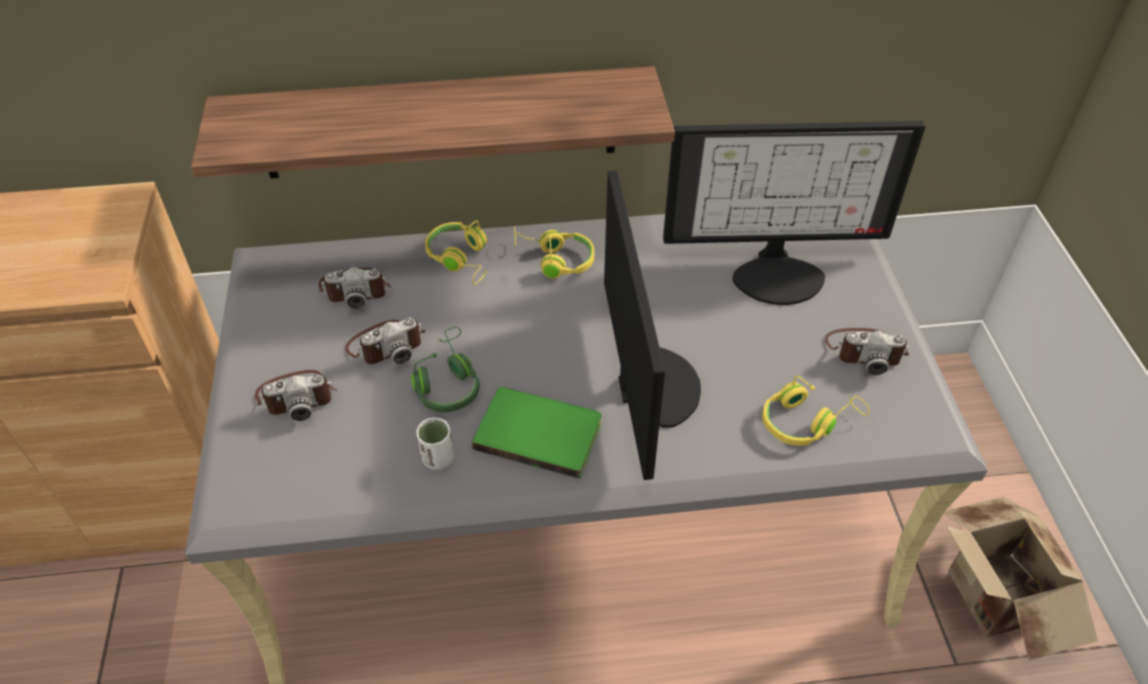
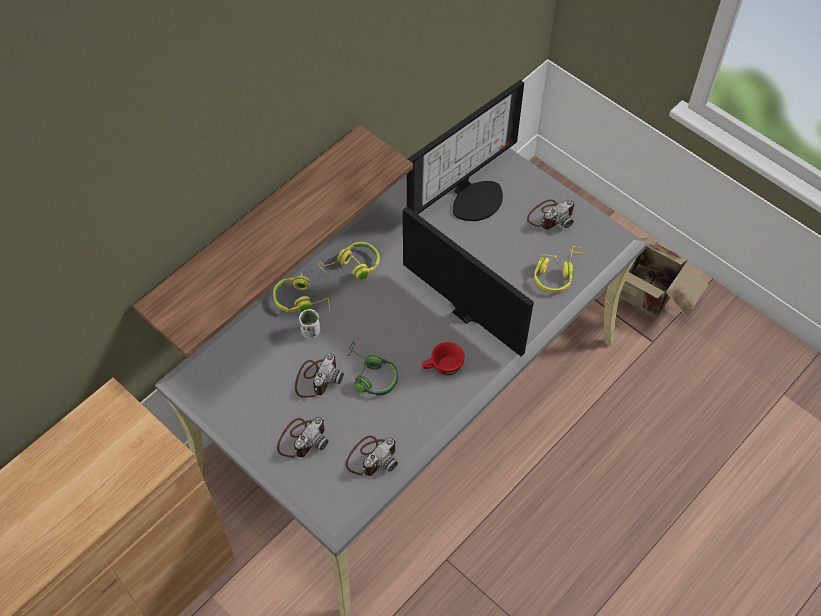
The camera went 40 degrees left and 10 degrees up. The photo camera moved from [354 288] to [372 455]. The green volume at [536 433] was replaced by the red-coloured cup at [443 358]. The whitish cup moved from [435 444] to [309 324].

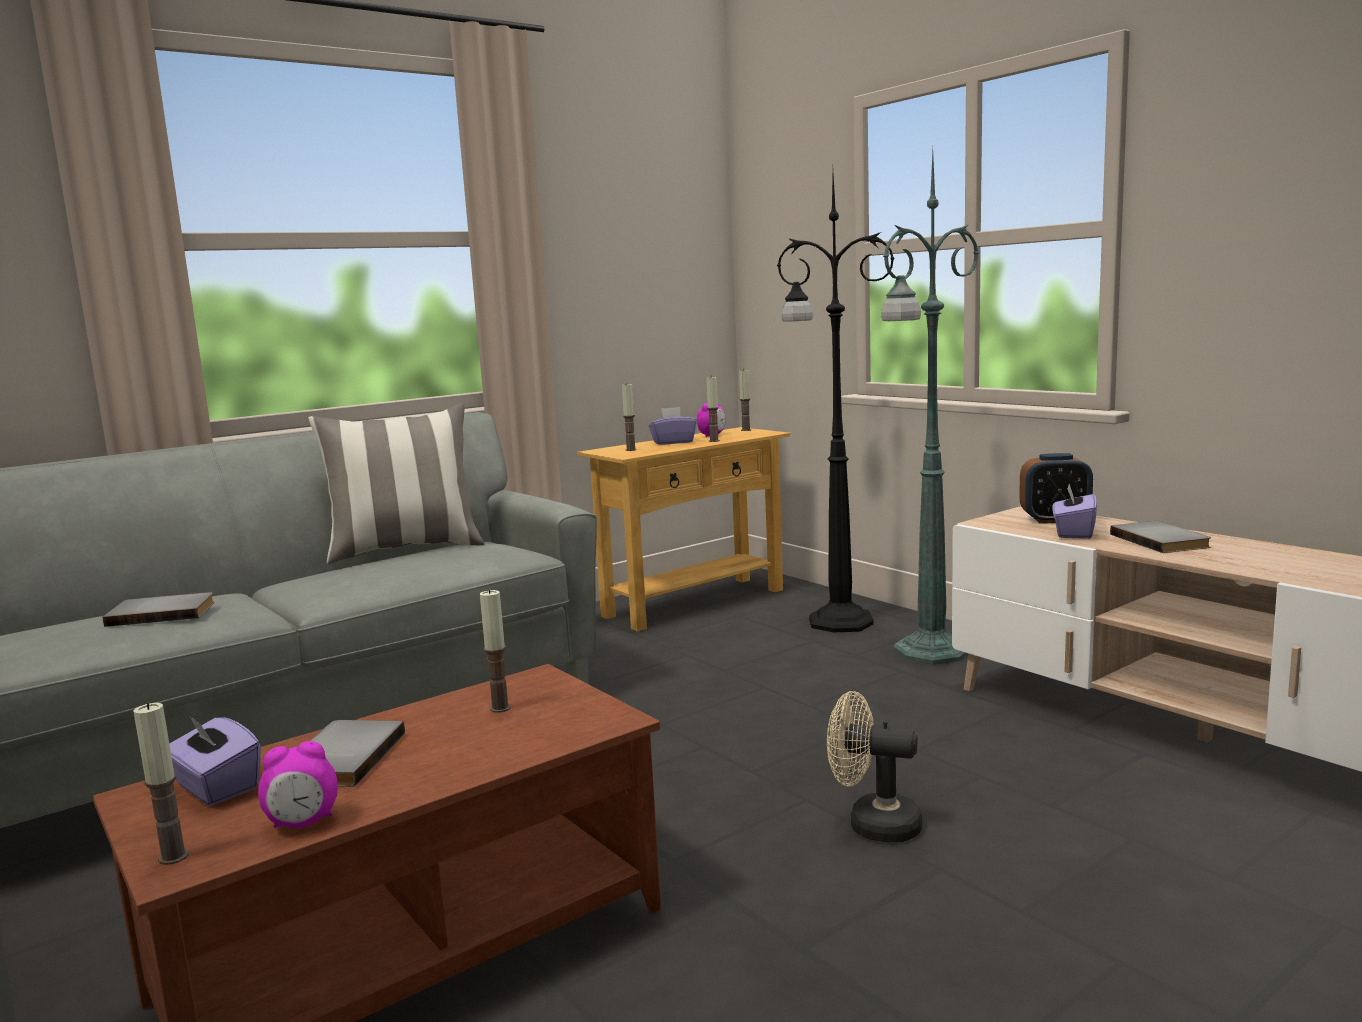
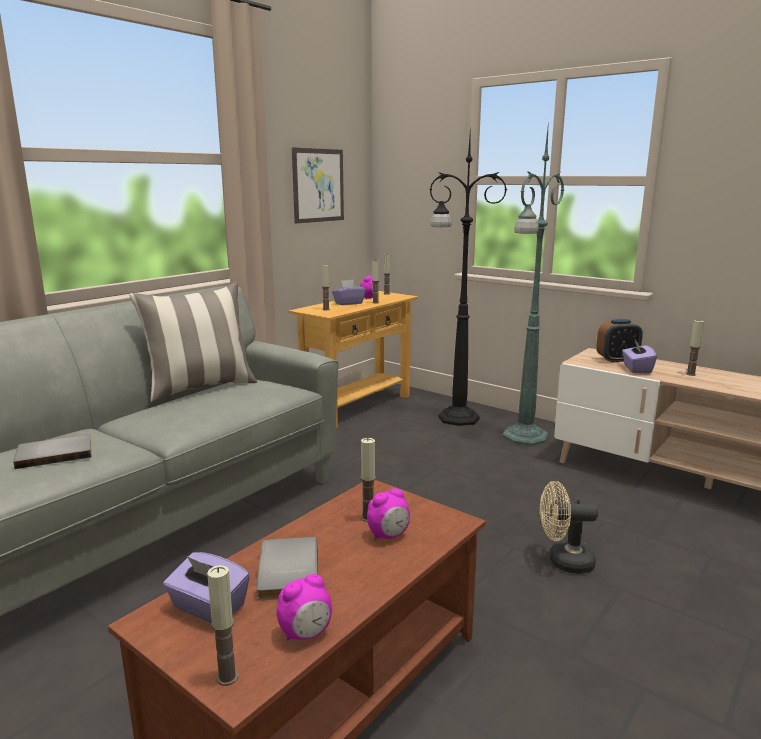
The camera went 15 degrees left and 5 degrees up. The greyish volume at [1160 537] was replaced by the wax light at [695 347]. The wall picture at [318 185] appeared. The alarm clock at [388 514] appeared.

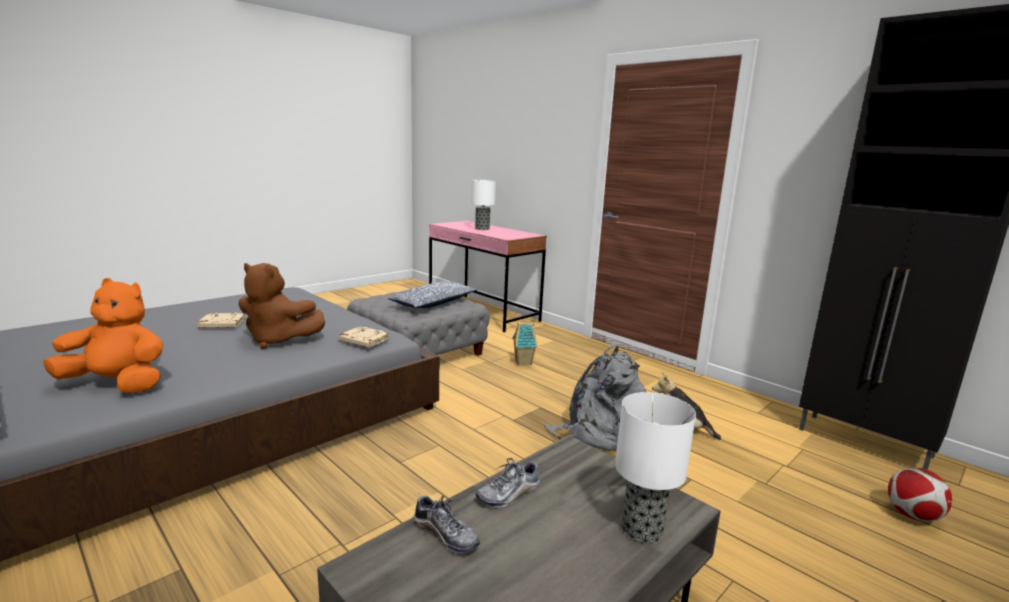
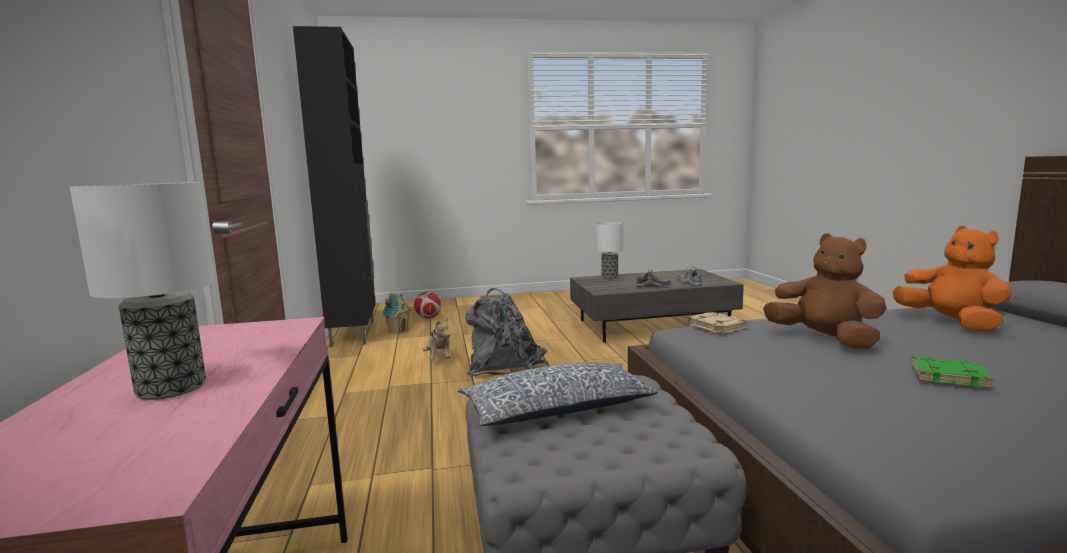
The camera went 145 degrees left and 5 degrees down. The orange plush toy at [103 335] turned 150 degrees counterclockwise. The sand-coloured volume at [221 320] became the green volume at [952 372]. The model house moved from [524 344] to [396 313].

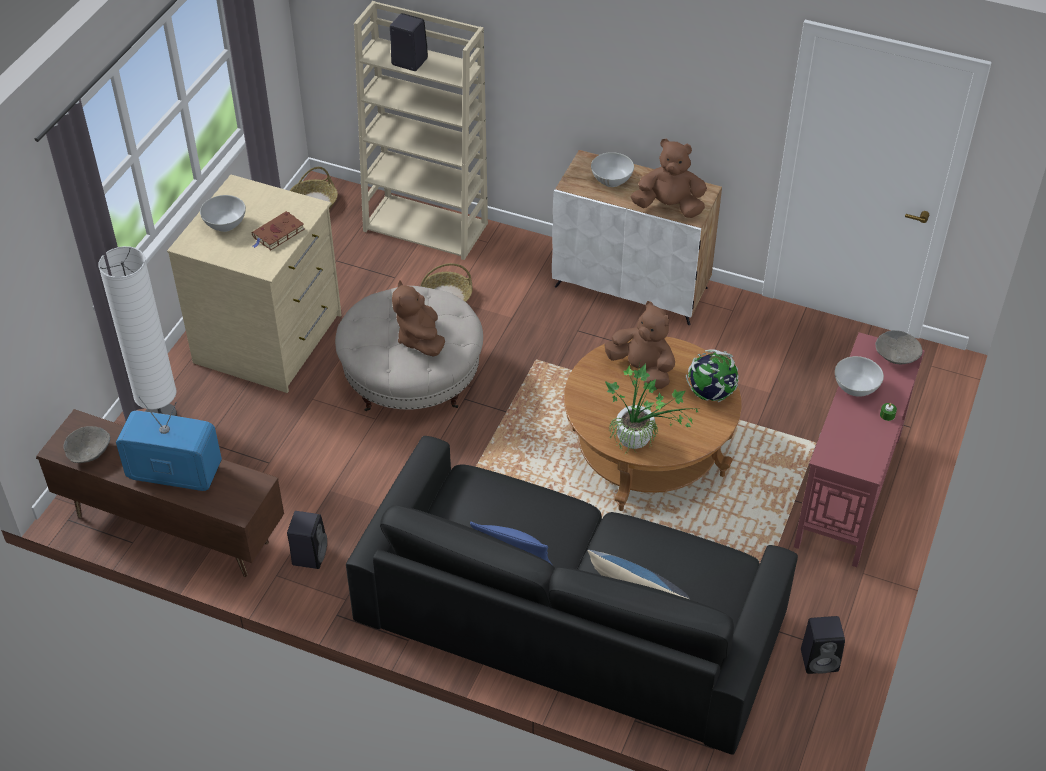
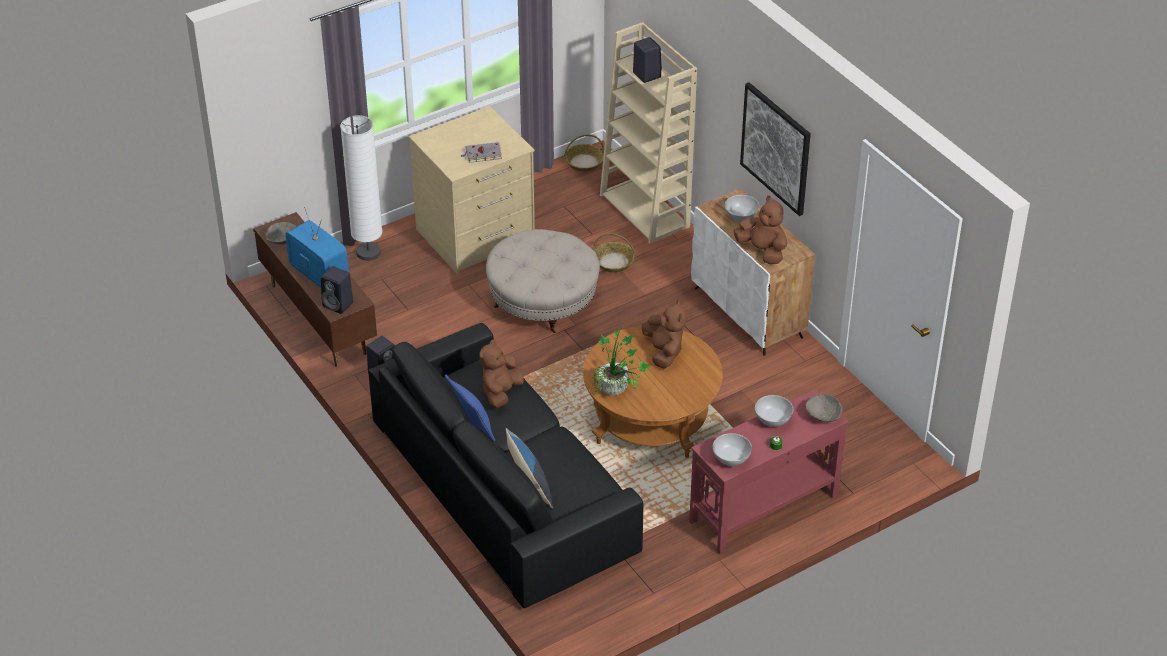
The camera went 35 degrees right and 5 degrees down. The whitish bowl moved from [223 213] to [732 449]. The brownish volume at [278 230] became the greyish volume at [481 152]. The brownish plush toy moved from [418 319] to [501 374]. The globe at [712 375] disappeared. The blackish speaker moved from [823 645] to [337 290]. The wall picture at [775 149] appeared.

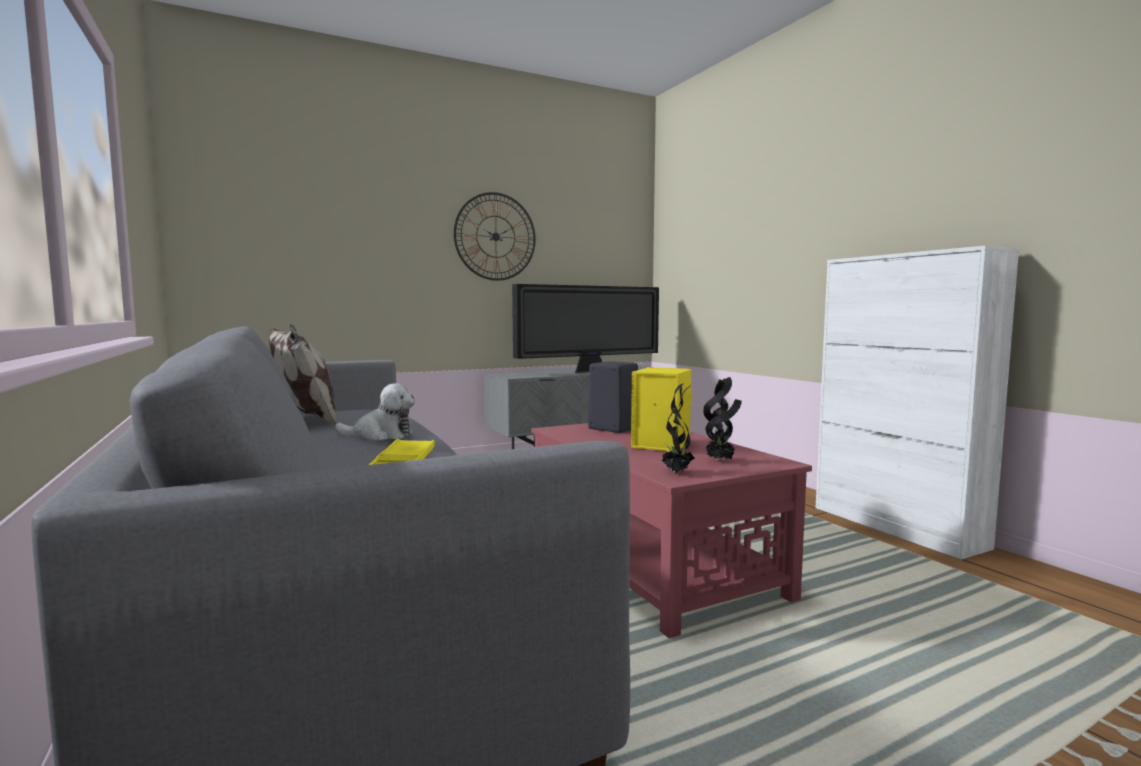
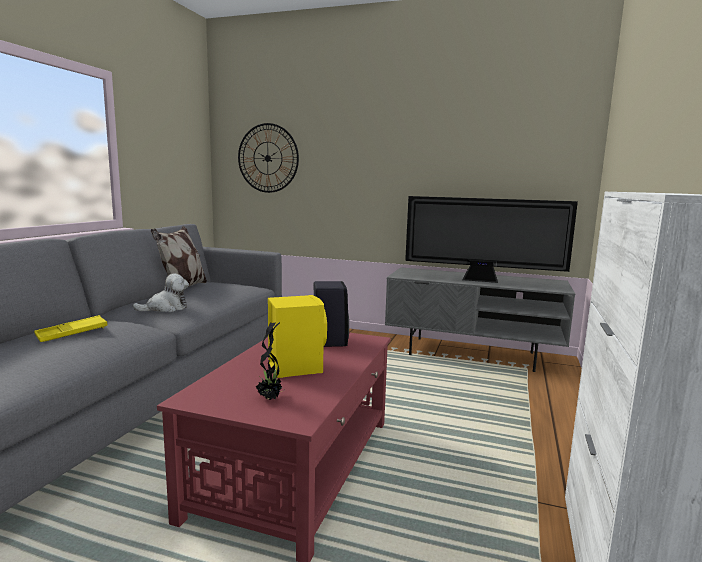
The camera went 45 degrees right and 5 degrees up. The hanging clock moved from [495 236] to [268 158]. The plush toy at [375 412] turned 75 degrees counterclockwise. The houseplant at [678 429] disappeared.

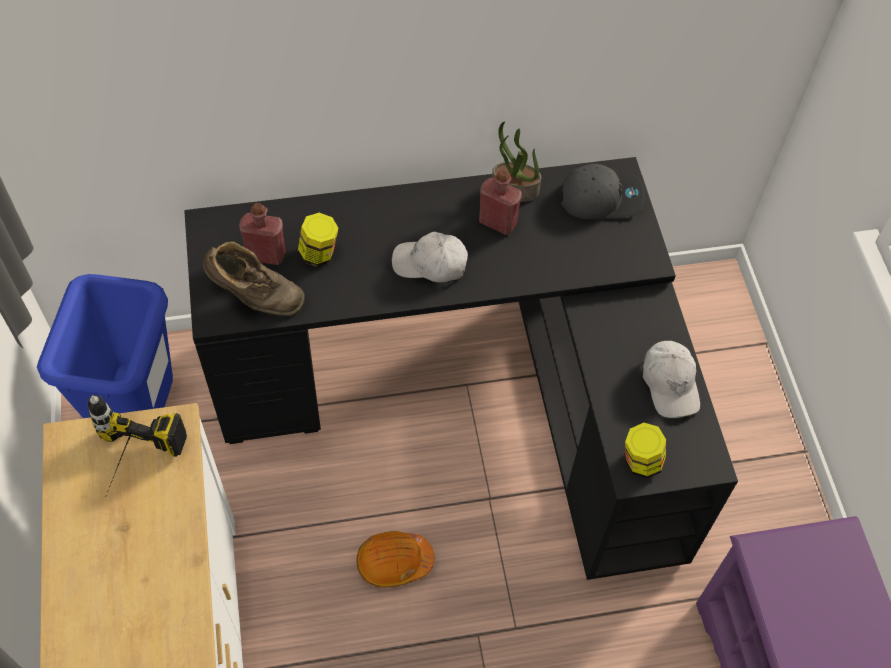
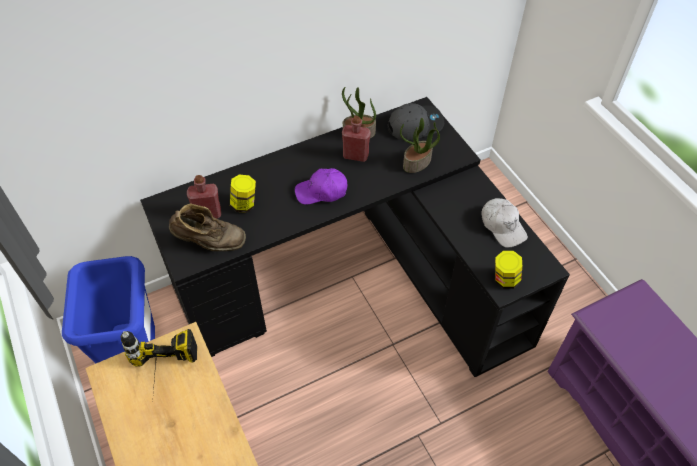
The camera went 15 degrees left and 5 degrees down. The whitish peaked cap at [430 257] became the purplish peaked cap at [321 186]. The orange safety helmet at [395 559] disappeared. The houseplant at [420 145] appeared.

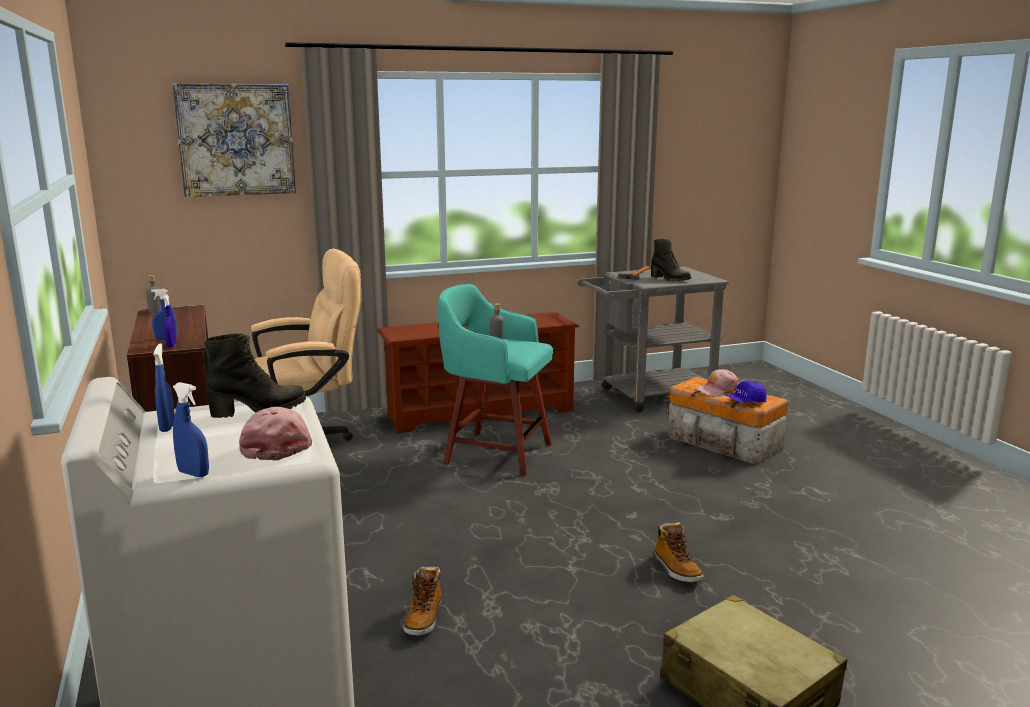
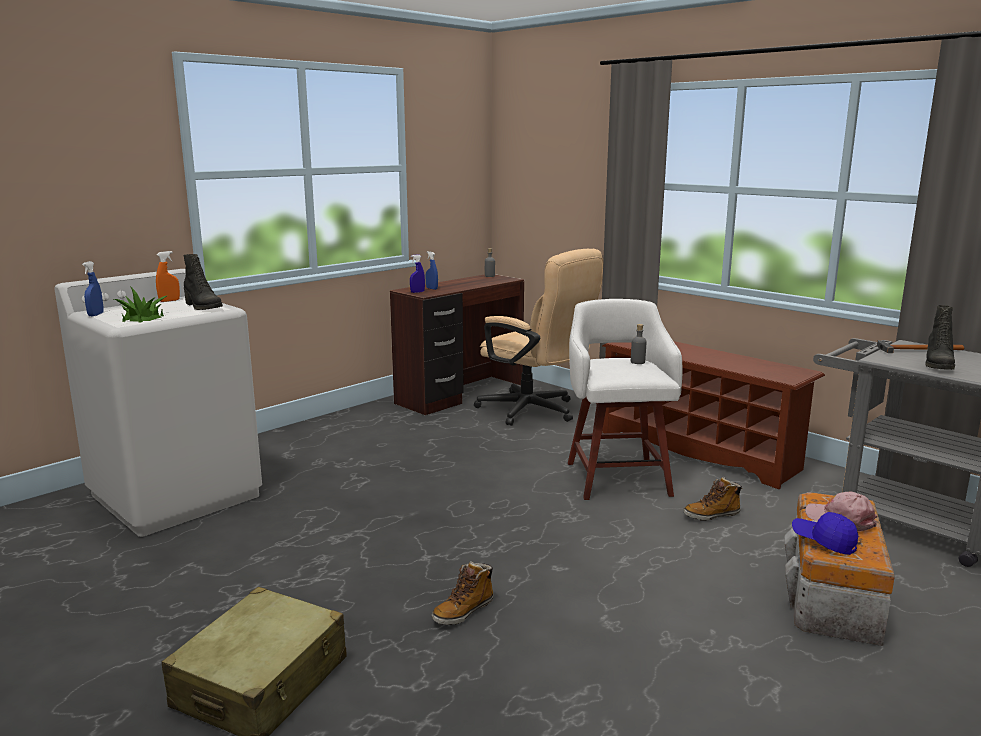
The camera went 65 degrees right and 0 degrees up. The wall picture at [234 140] disappeared. The blue-green stool seat at [495 380] became the whitish stool seat at [625 399]. The blue-coloured hand sprayer at [164 387] became the orange hand sprayer at [168 276]. The pinkish peaked cap at [275 434] was replaced by the houseplant at [140 304]. The high-top boot moved from [422 601] to [712 499].

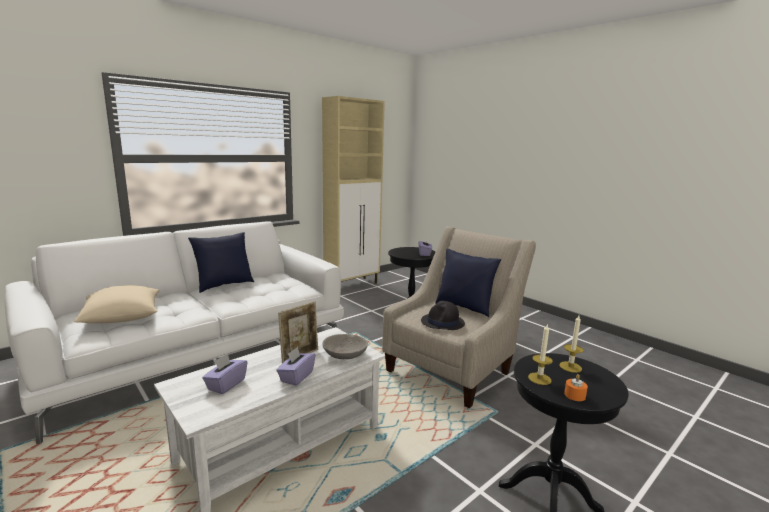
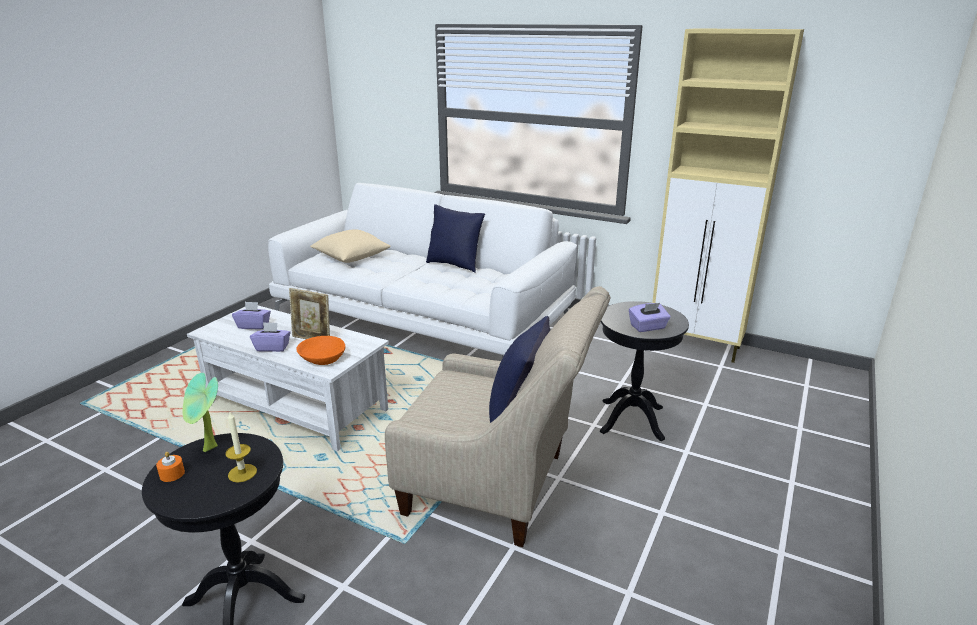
The camera went 70 degrees right and 10 degrees up. The blackish clothing hat at [443 315] disappeared. The wax light at [540 354] was replaced by the houseplant at [200 412]. The greyish bowl at [345 346] became the orange bowl at [321 350].

